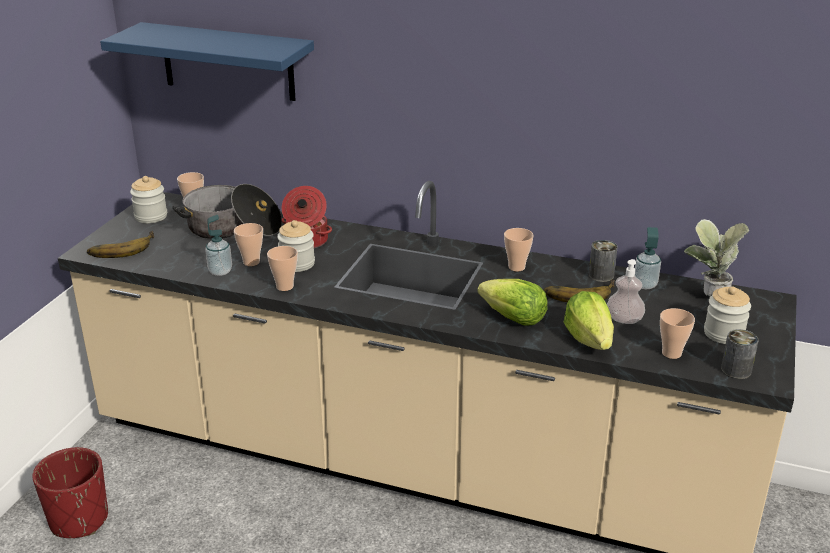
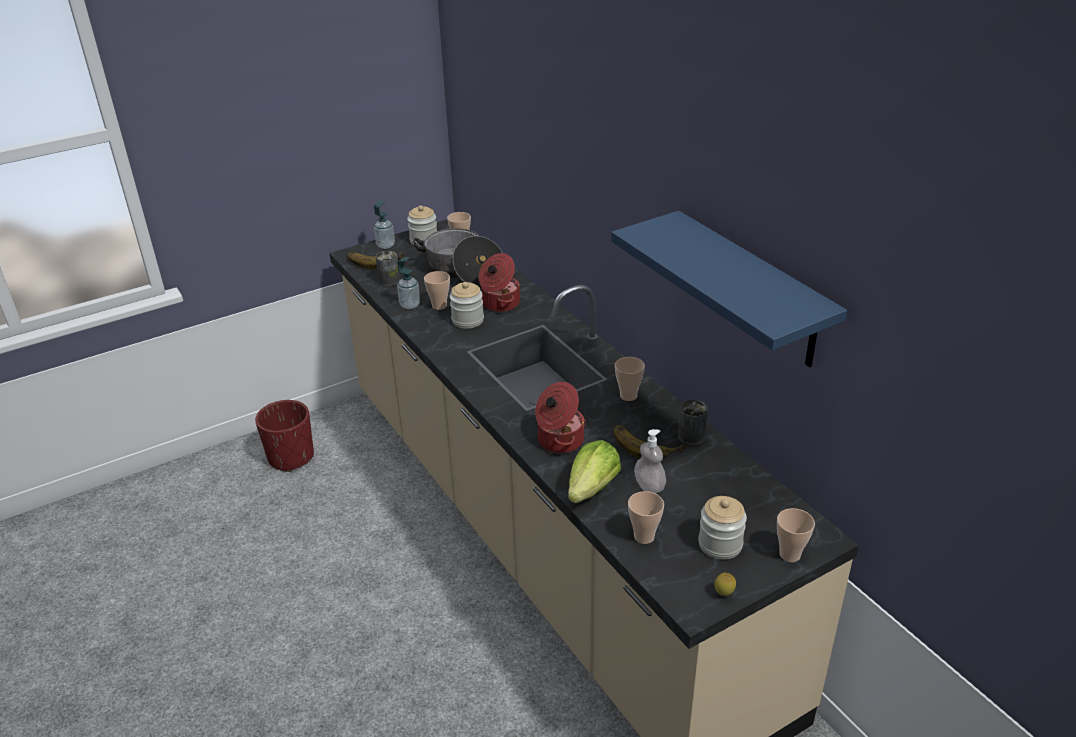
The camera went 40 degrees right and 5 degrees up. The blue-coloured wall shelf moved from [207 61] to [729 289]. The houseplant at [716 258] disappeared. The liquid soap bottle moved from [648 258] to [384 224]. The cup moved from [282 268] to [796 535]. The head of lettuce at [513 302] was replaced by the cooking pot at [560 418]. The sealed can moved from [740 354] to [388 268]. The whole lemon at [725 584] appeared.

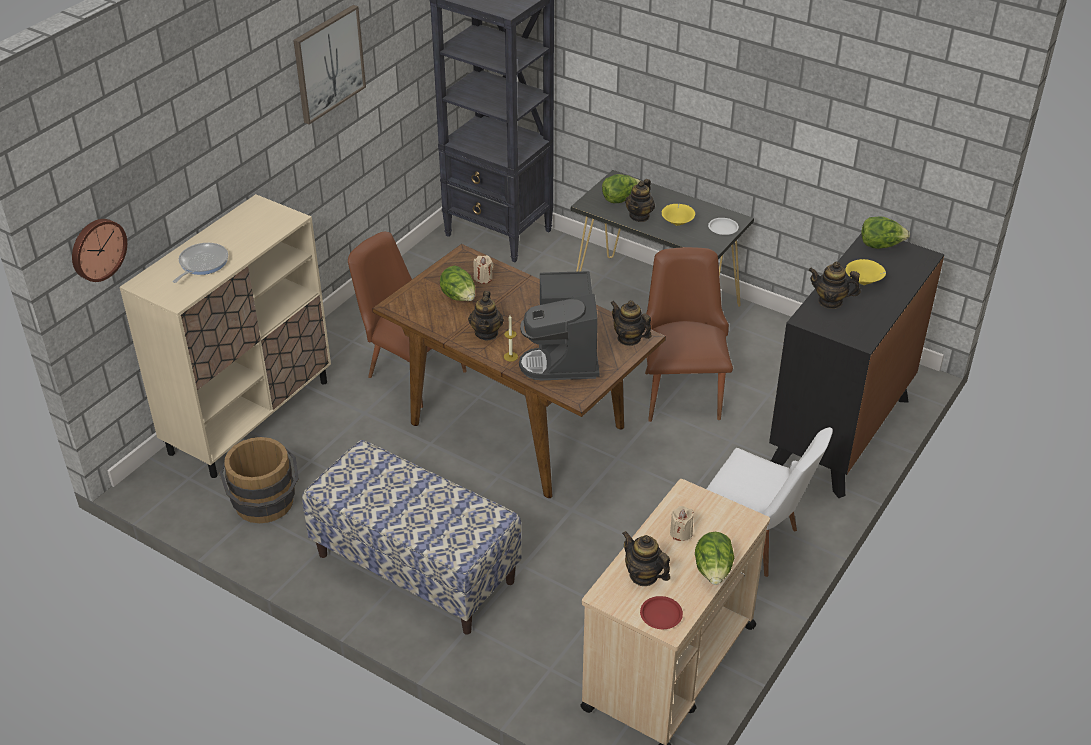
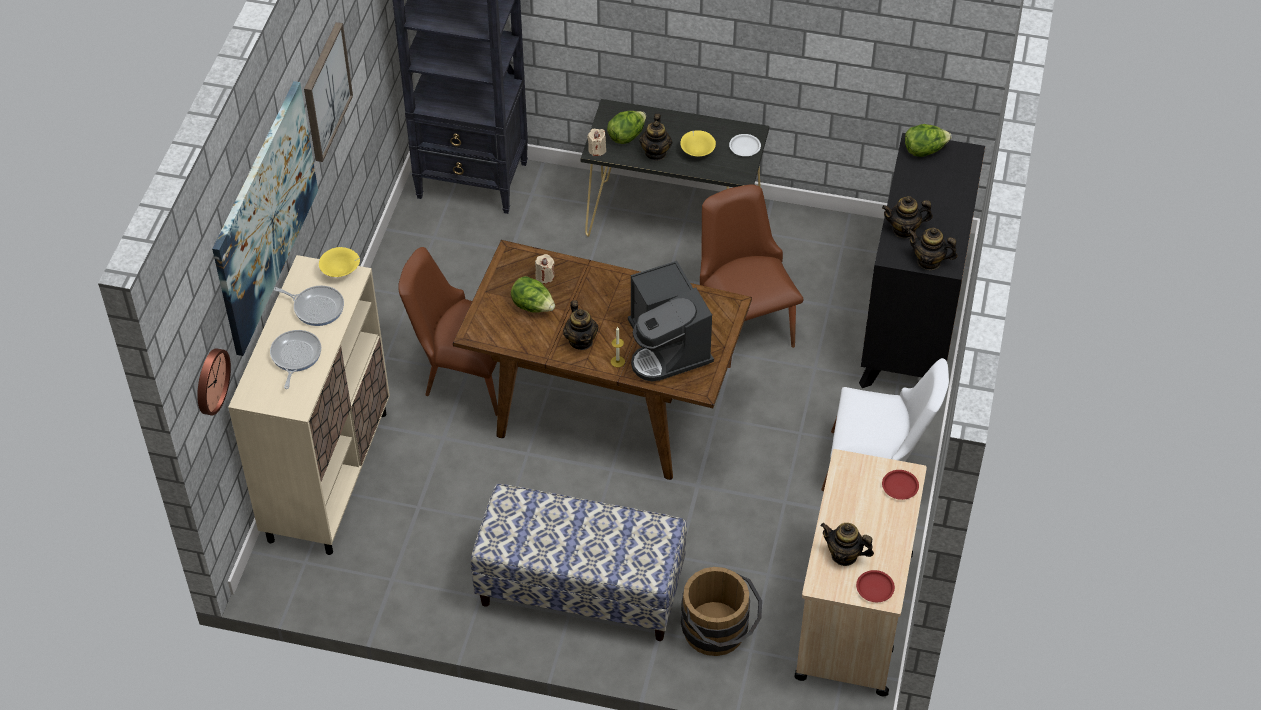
The camera went 20 degrees left and 10 degrees up. The yellow-coloured bowl moved from [865 272] to [339 262]. The teapot moved from [631 323] to [933 248]. The brownish bucket moved from [259 480] to [721 611]. The sand-coloured wax light moved from [682 523] to [596 142]. The head of lettuce at [714 558] disappeared. The wall picture at [265 218] appeared. The pan at [308 306] appeared. The red-coloured plate at [900 485] appeared.

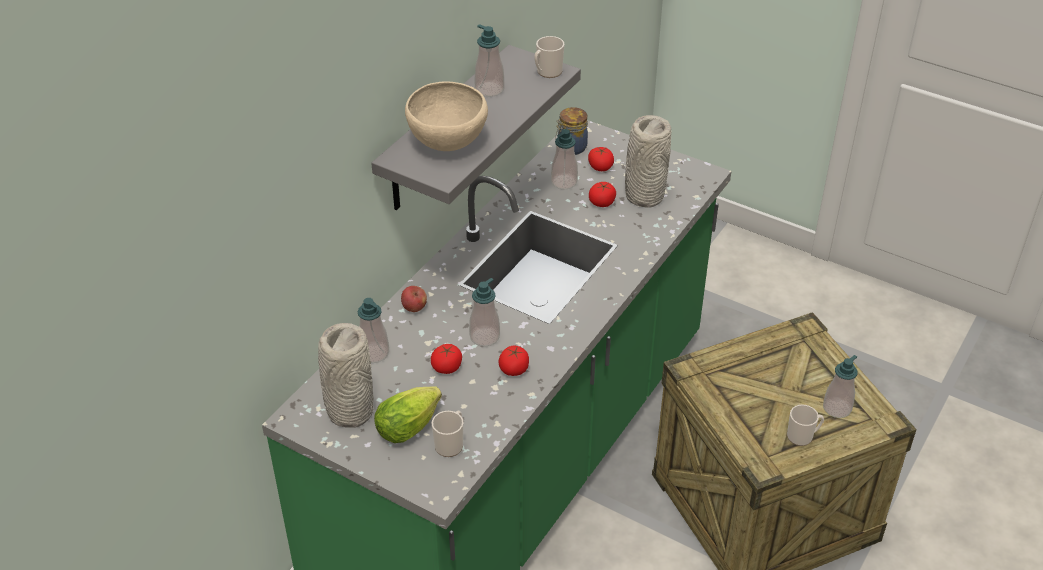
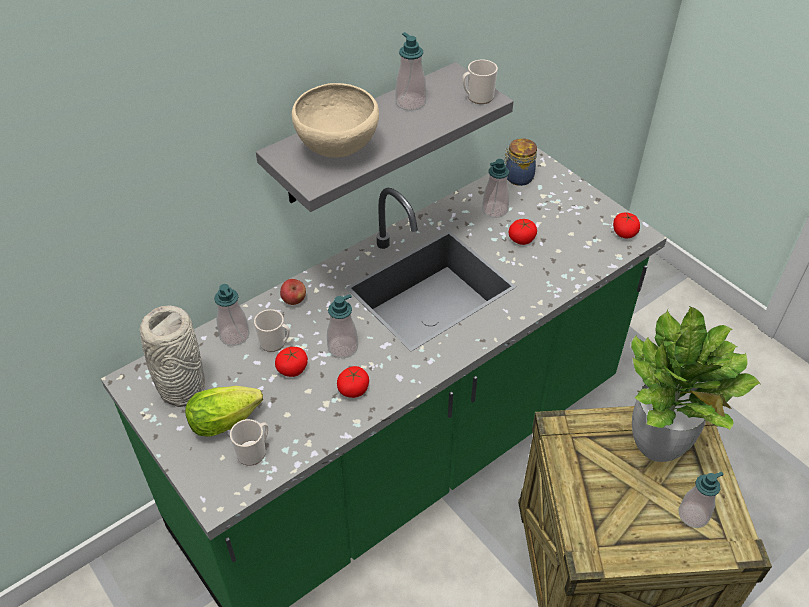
The camera went 20 degrees right and 5 degrees up. The greyish decorative vase at [648 161] disappeared. The tomato moved from [601 159] to [626 225]. The coffee mug moved from [805 425] to [272 330]. The houseplant at [696 384] appeared.

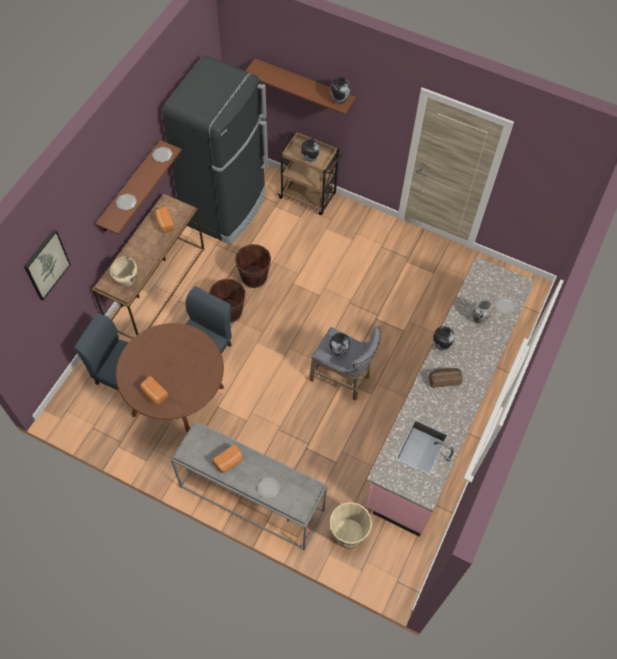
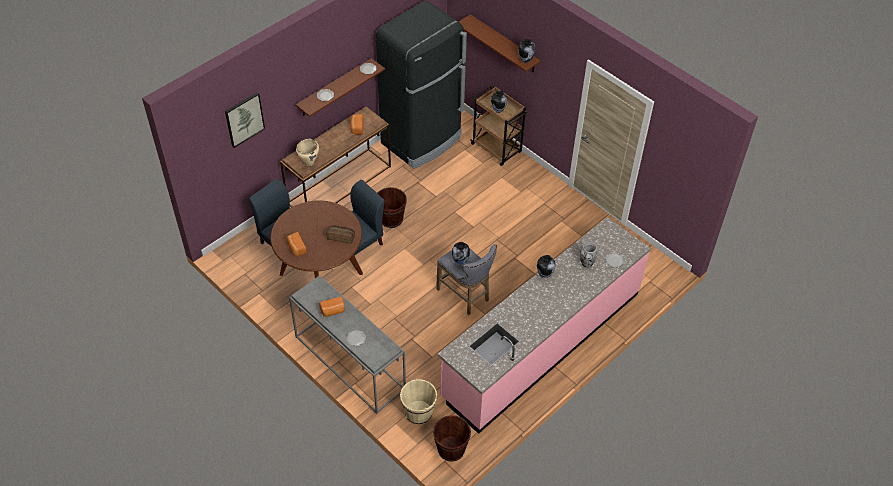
The camera went 20 degrees right and 10 degrees down. The brownish bucket moved from [253 266] to [452 438]. The bread moved from [446 378] to [340 234].

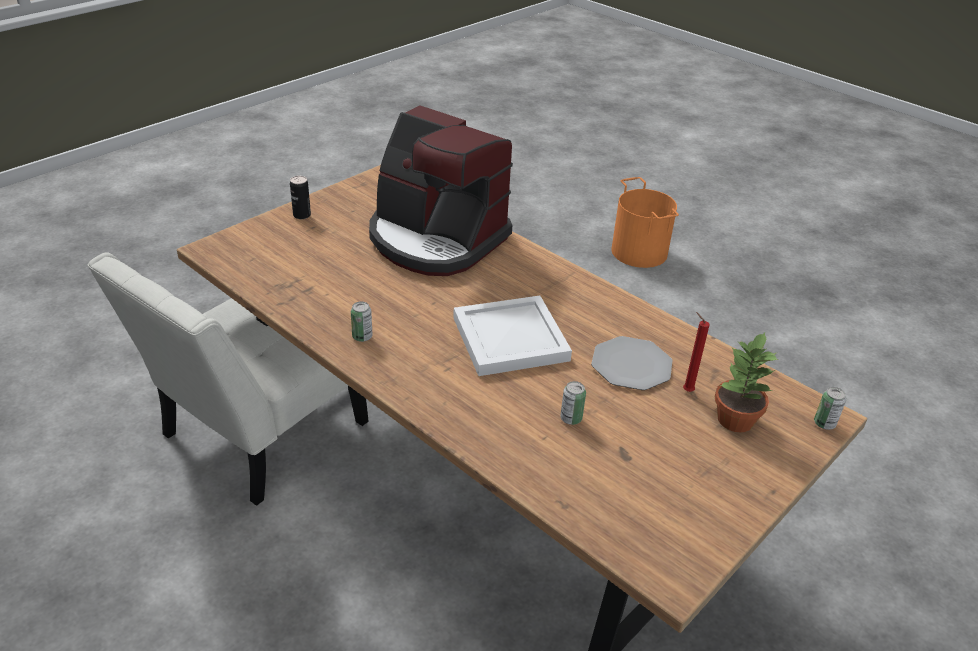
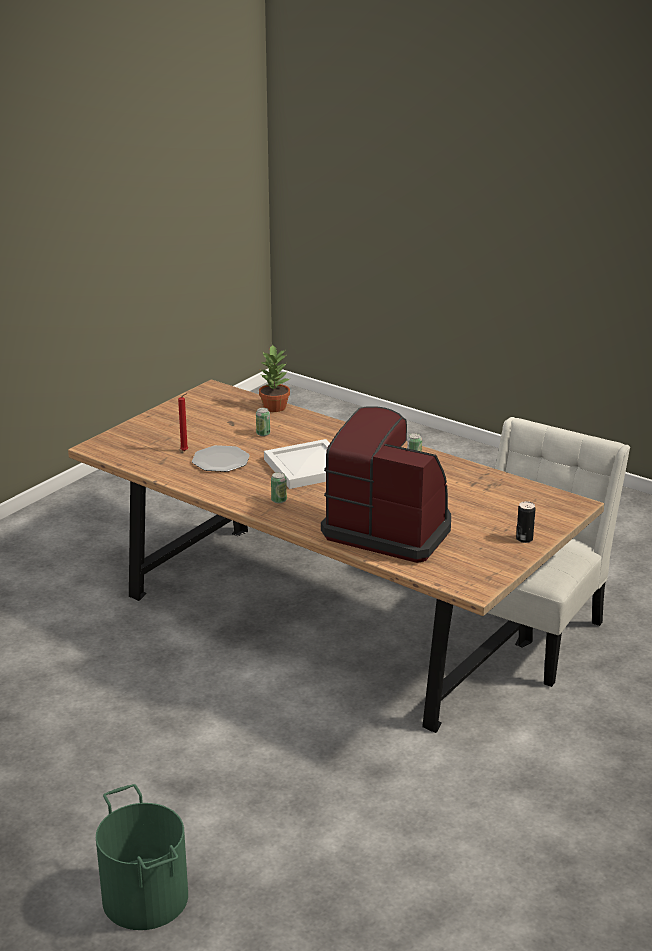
The camera went 175 degrees right and 10 degrees down. The orange bucket at [645 222] became the green bucket at [142 857]. The houseplant moved from [747 382] to [275 378]. The sealed can moved from [830 408] to [279 487].

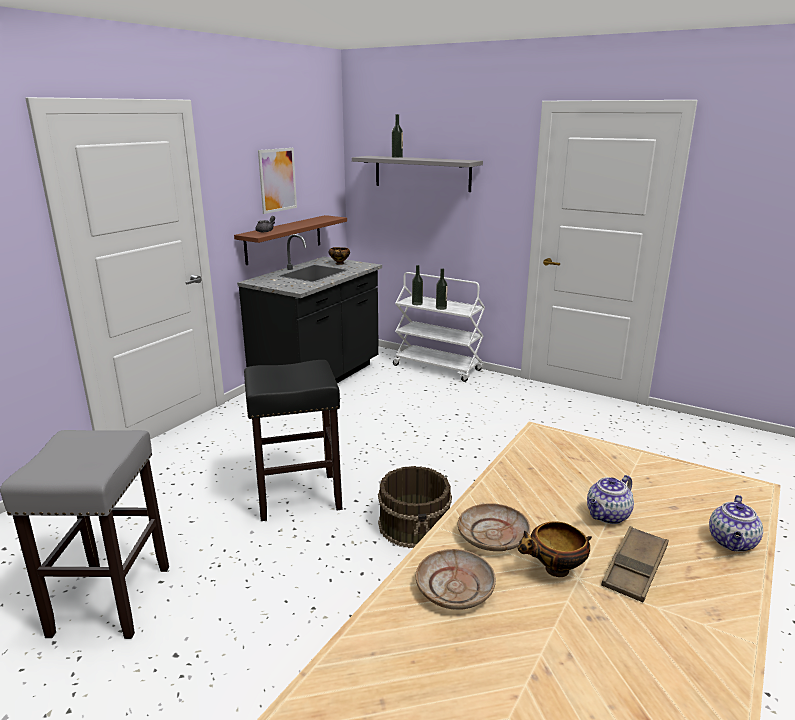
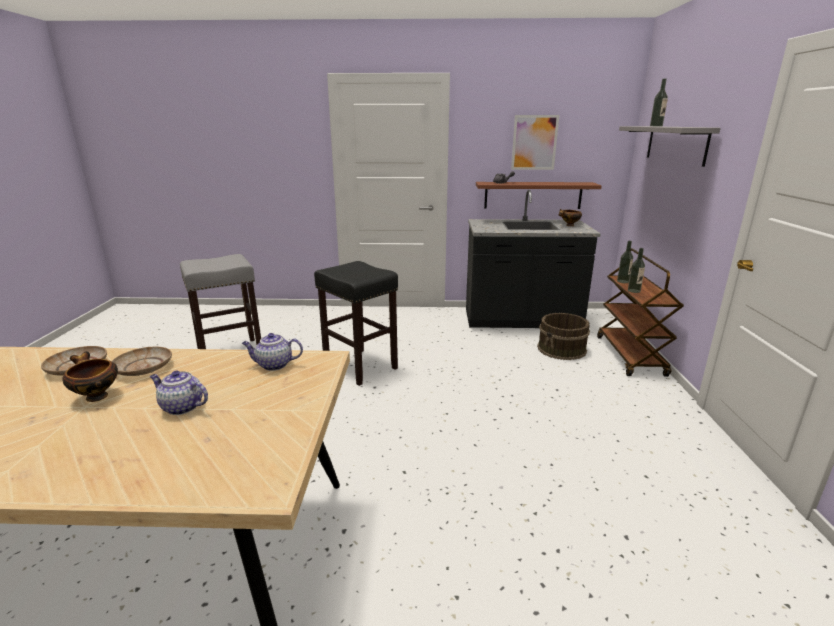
The camera went 60 degrees right and 0 degrees up. The whitish cart at [439 327] became the brownish cart at [640 312]. The brownish bucket moved from [415 507] to [563 336]. The teapot moved from [736 523] to [272 352]. The brownish carrying tray at [635 564] disappeared.

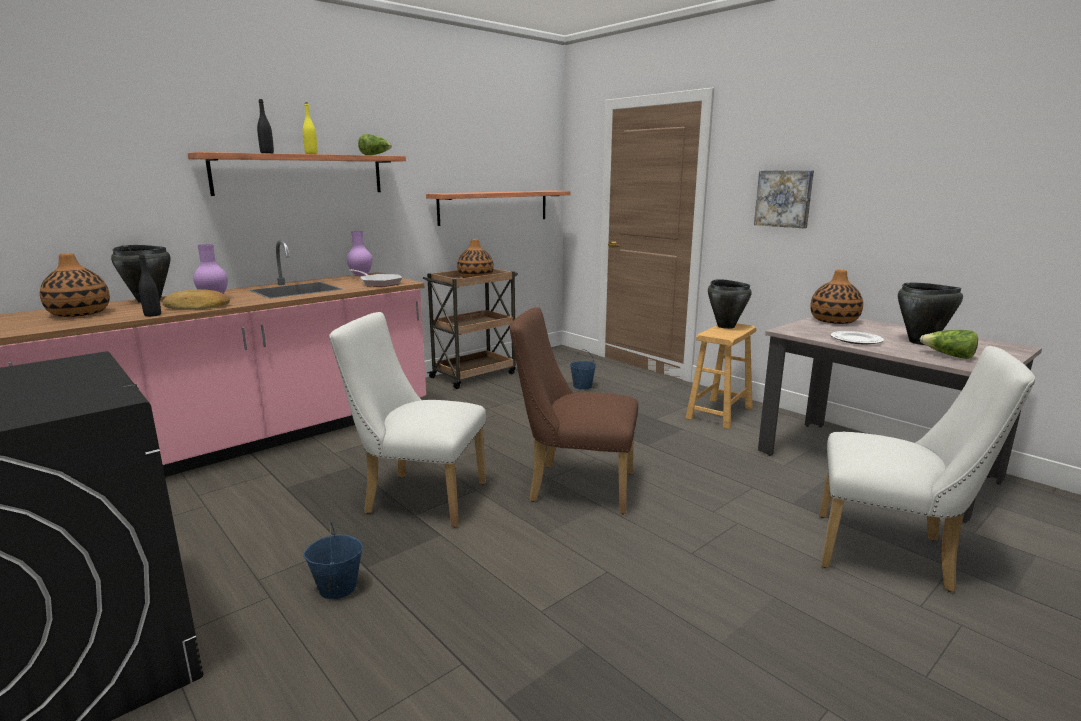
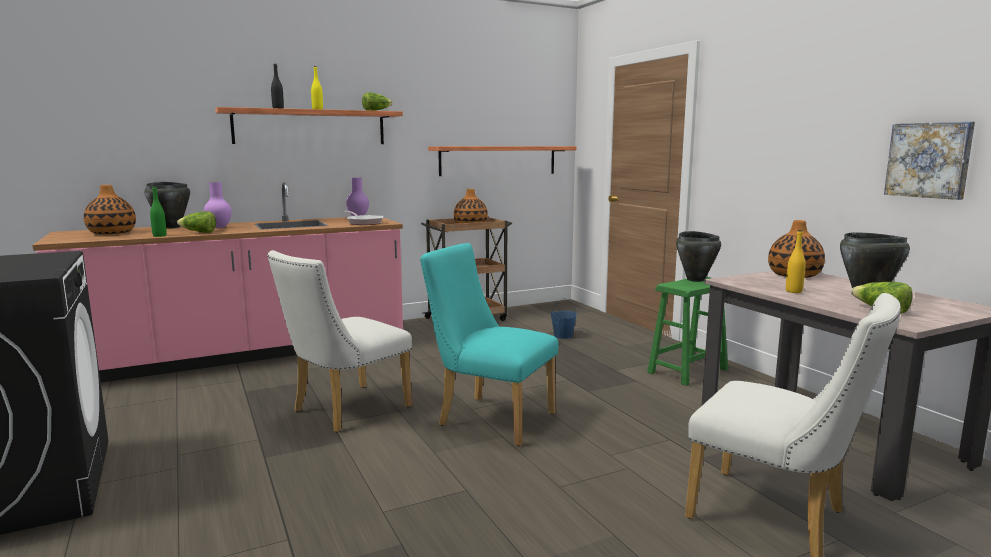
The camera went 15 degrees right and 5 degrees down. The wall picture moved from [784 199] to [929 160]. The blackish drink bottle at [150 285] became the green drink bottle at [158 211]. The bread at [196 299] was replaced by the head of lettuce at [196 222]. The brownish chair at [574 410] became the blue-green chair at [489 344]. The whitish chair at [407 420] turned 75 degrees counterclockwise. The brownish stool seat at [721 376] became the green stool seat at [687 331]. The plate at [857 337] was replaced by the yellow-coloured drink bottle at [796 261]. The blue-coloured bucket at [333 560] disappeared.

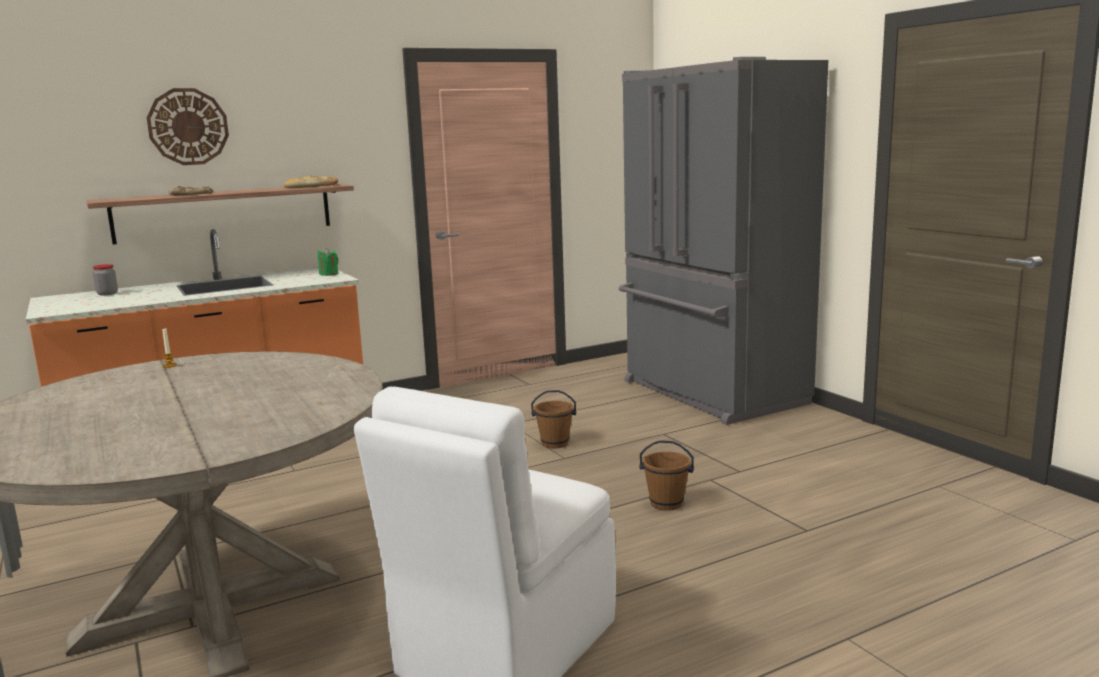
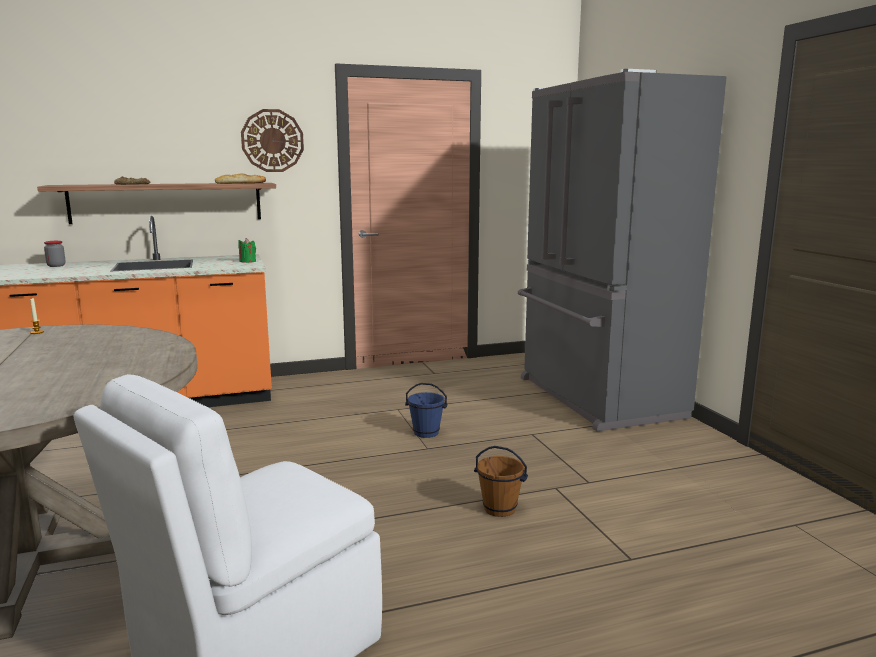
The camera went 10 degrees right and 0 degrees up. The hanging clock moved from [188 126] to [272 140]. The brownish bucket at [554 419] became the blue-coloured bucket at [426 410].

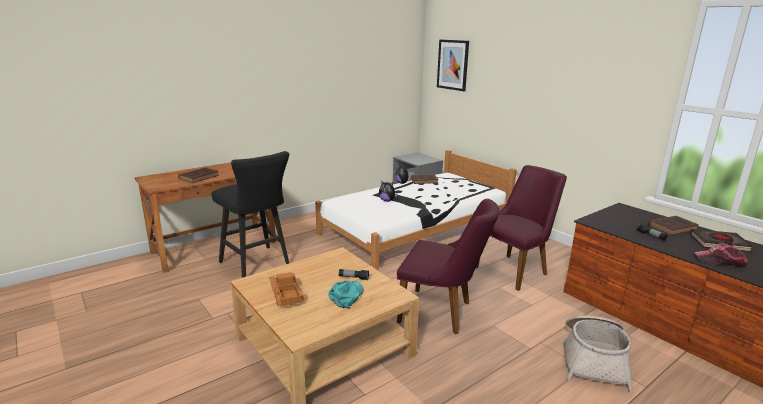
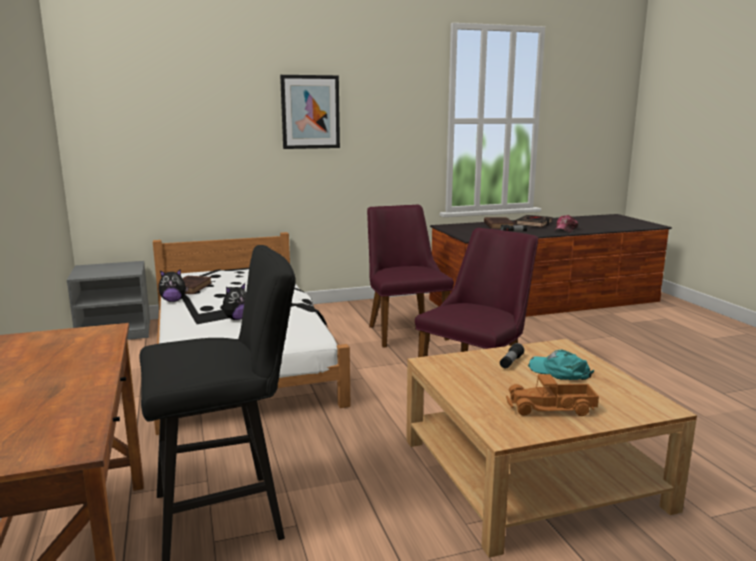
The camera went 70 degrees left and 5 degrees down. The wall picture moved from [453 65] to [310 112]. The brownish volume at [198 175] disappeared. The storage basket at [597 354] disappeared.

